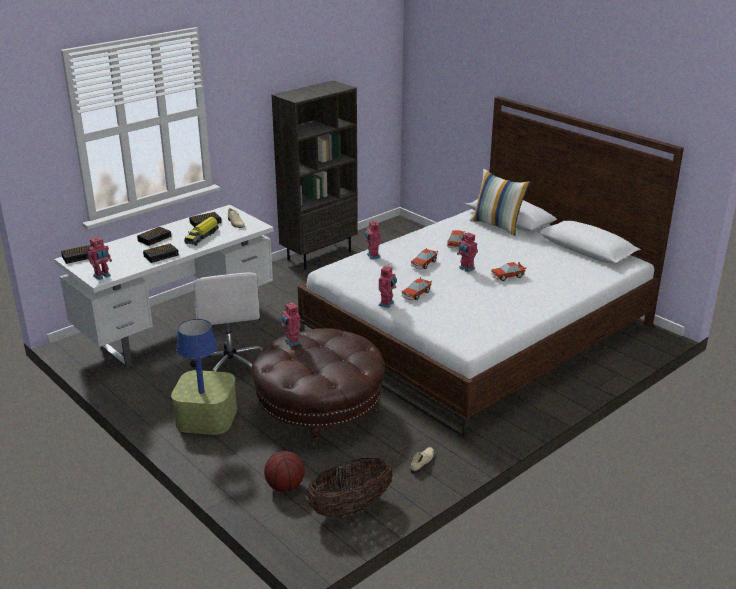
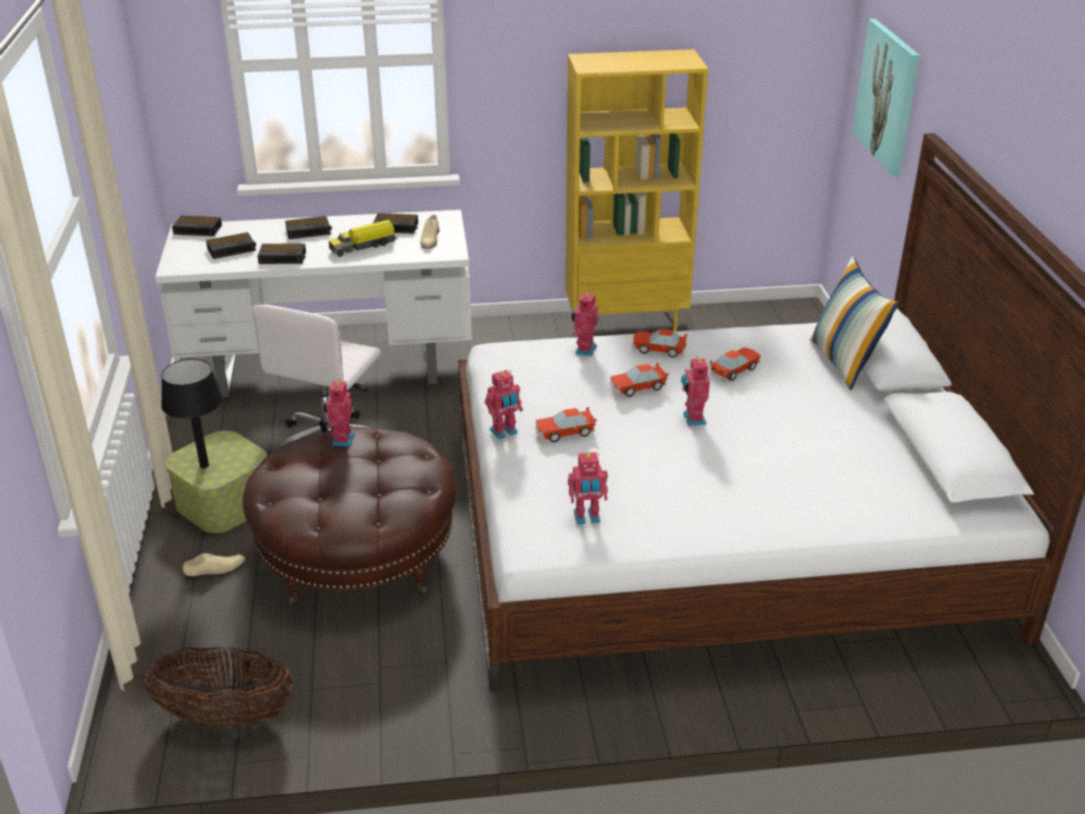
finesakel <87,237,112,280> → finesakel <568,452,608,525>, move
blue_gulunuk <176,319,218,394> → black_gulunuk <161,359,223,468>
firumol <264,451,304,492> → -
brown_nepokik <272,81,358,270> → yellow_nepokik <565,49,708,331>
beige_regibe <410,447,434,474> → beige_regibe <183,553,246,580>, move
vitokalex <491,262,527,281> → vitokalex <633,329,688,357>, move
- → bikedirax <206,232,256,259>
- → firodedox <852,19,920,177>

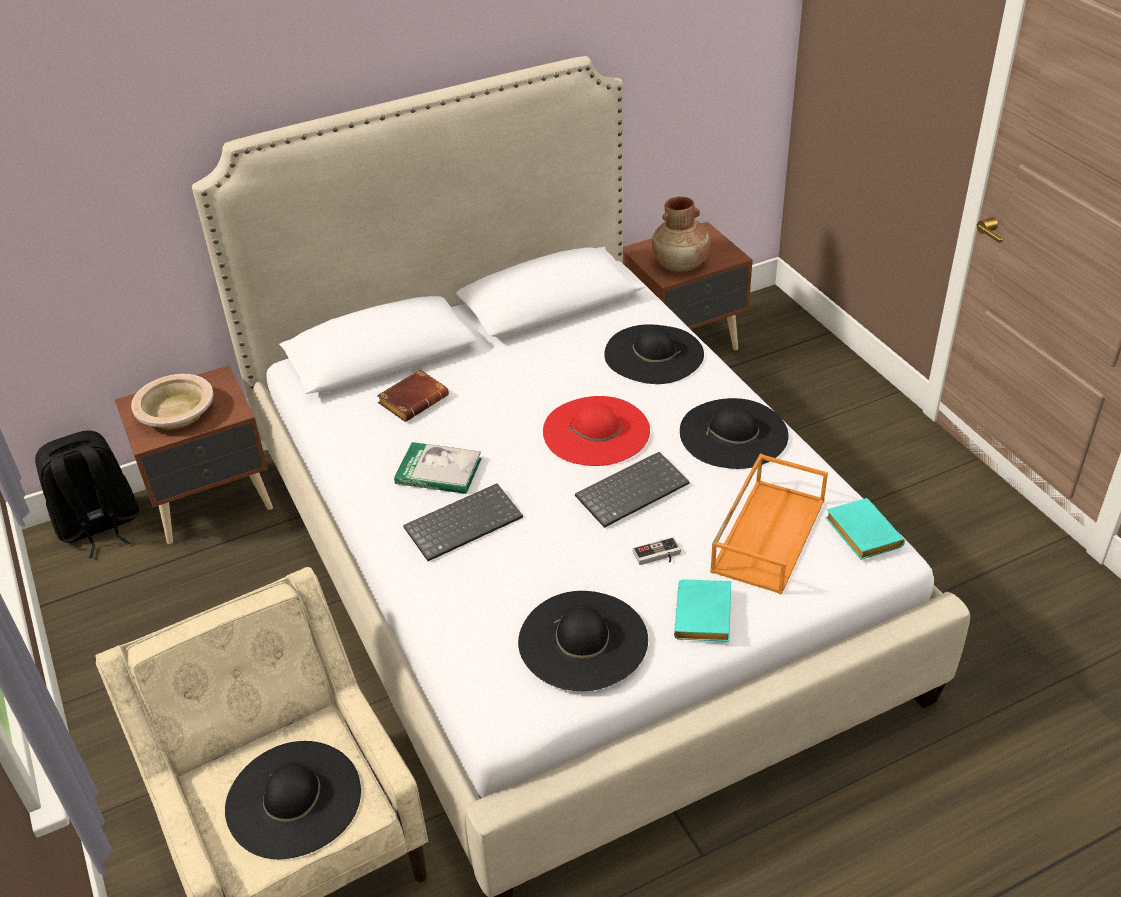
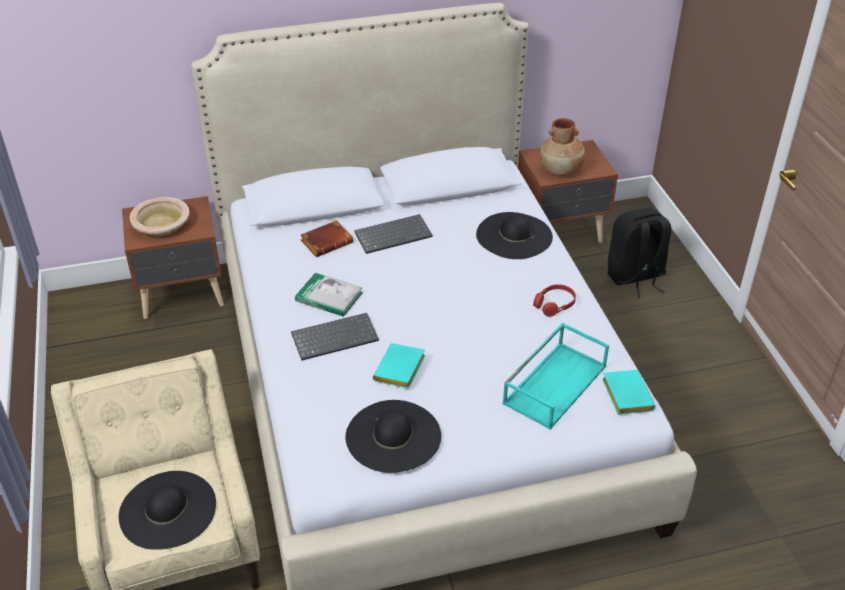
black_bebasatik <35,430,139,558> → black_bebasatik <607,208,671,298>, move
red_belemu <543,396,650,466> → -
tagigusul <575,452,690,528> → tagigusul <354,214,433,254>, move
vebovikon <633,537,681,565> → -
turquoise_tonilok <674,579,731,642> → turquoise_tonilok <373,343,425,389>, move
black_belemu <680,398,789,469> → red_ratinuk <533,284,576,317>
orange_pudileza <710,454,828,595> → turquoise_pudileza <503,323,609,429>

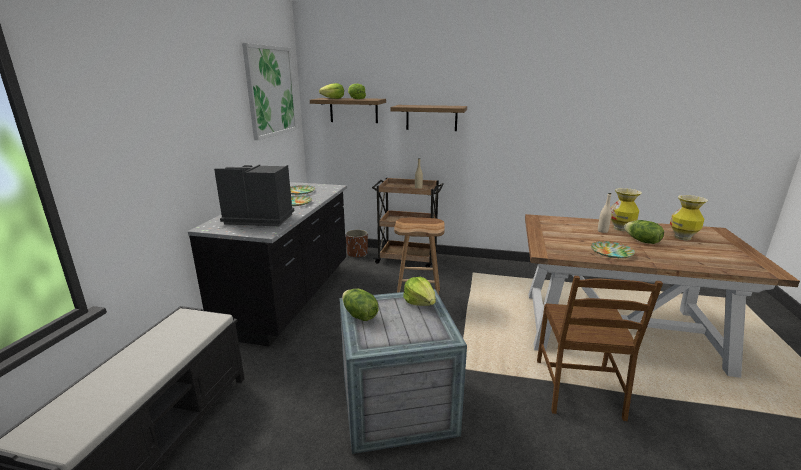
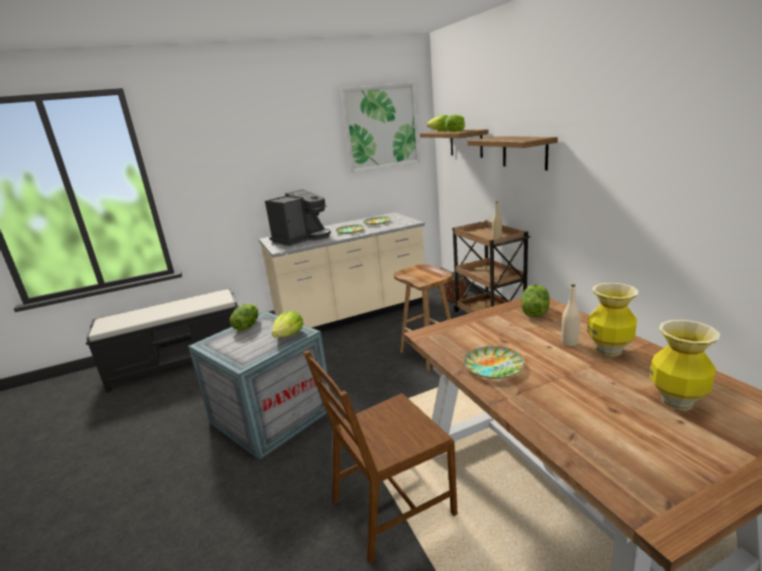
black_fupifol <188,182,347,347> → beige_fupifol <259,212,425,331>
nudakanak <214,165,294,226> → nudakanak <265,189,331,246>, 75 degrees clockwise
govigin <624,220,664,244> → govigin <521,285,550,317>, move

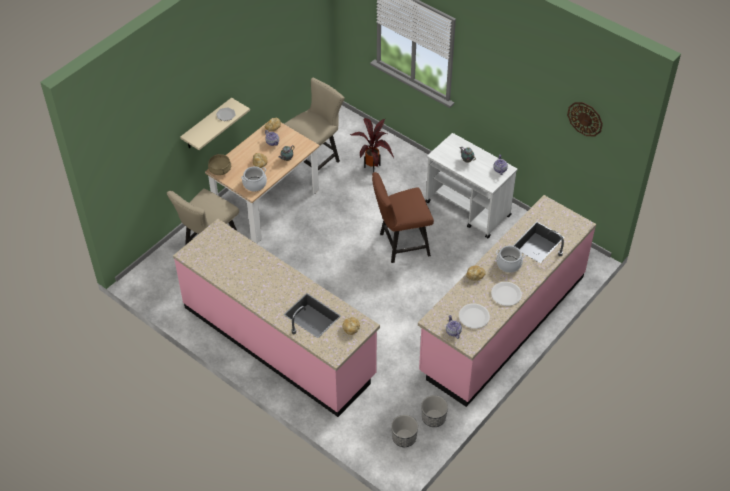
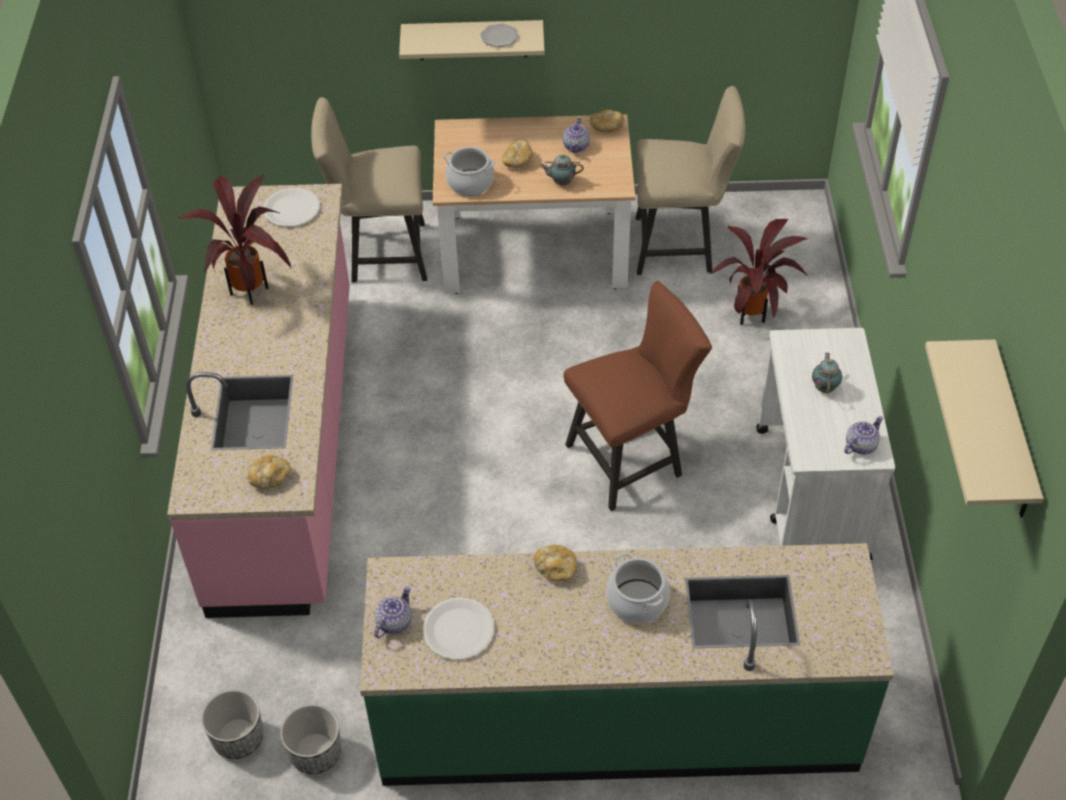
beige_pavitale <208,154,231,175> → -
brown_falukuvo <372,172,434,263> → brown_falukuvo <564,281,712,511>, 120 degrees clockwise
pink_fupifol <418,195,596,407> → green_fupifol <360,543,894,786>
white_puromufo <491,282,522,306> → white_puromufo <263,188,320,227>, move
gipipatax <567,102,603,136> → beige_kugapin <925,340,1043,517>
- → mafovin <179,175,291,305>

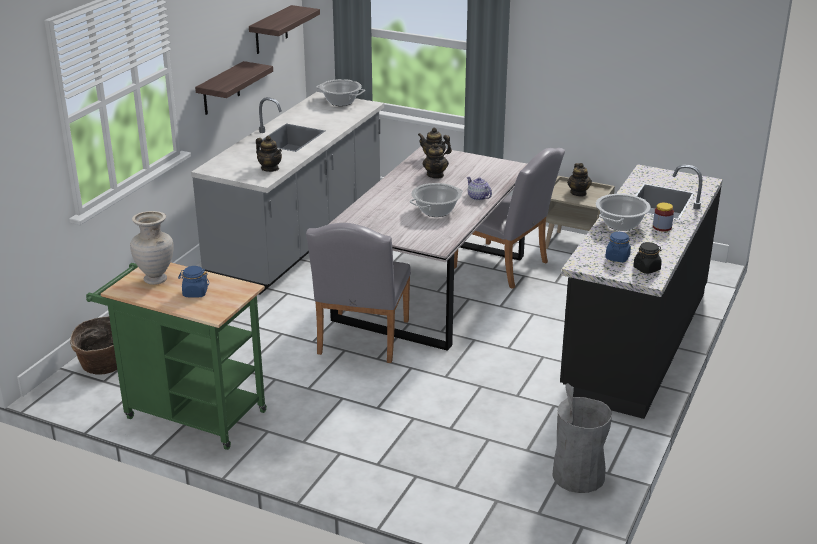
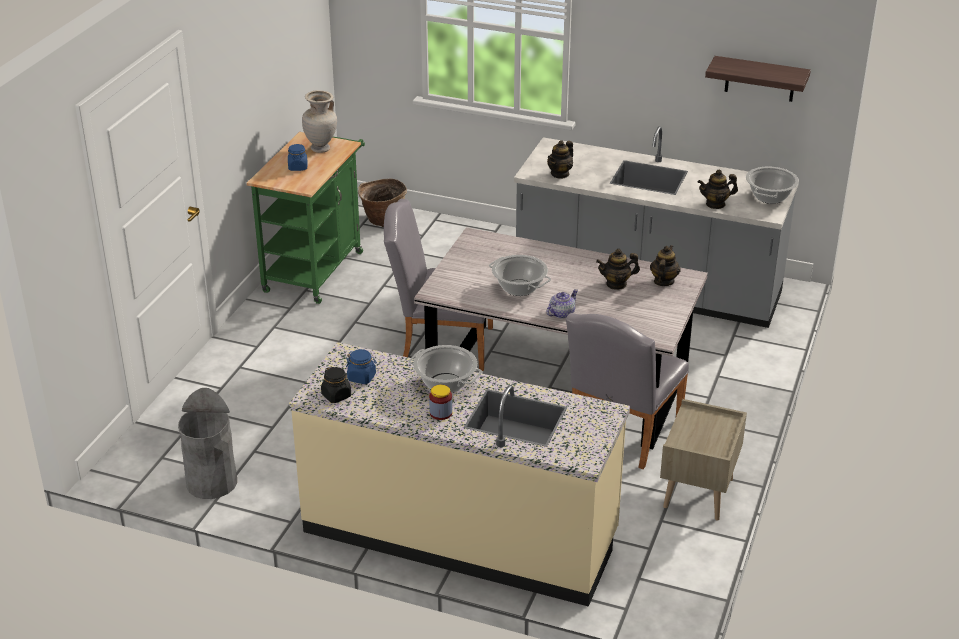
kugapin <195,61,273,115> → -
black_fupifol <560,164,723,419> → beige_fupifol <289,342,630,607>
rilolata <567,163,592,196> → rilolata <698,170,738,209>, move

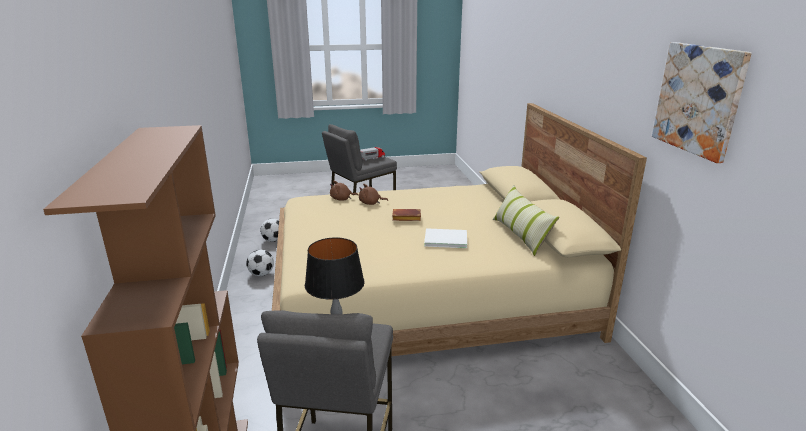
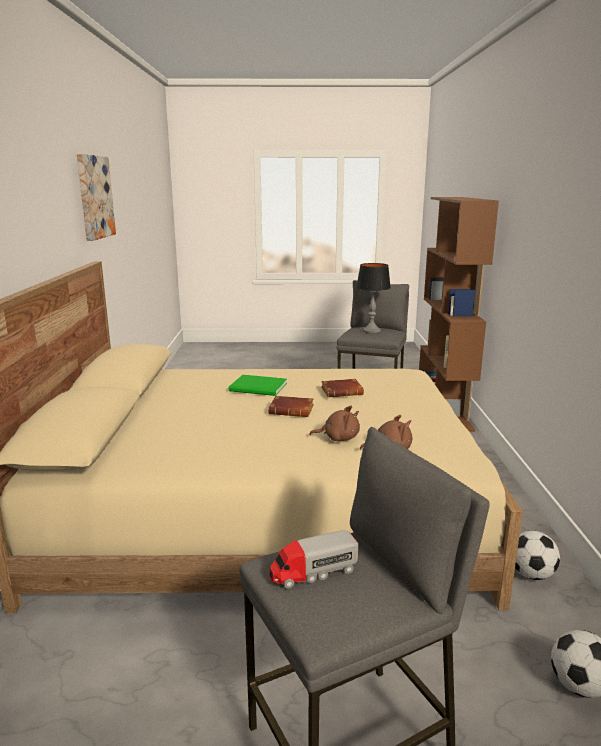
white_tonilok <424,228,467,248> → green_tonilok <229,375,287,396>
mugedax <493,185,559,256> → -
- → brown_tonilok <321,379,364,397>

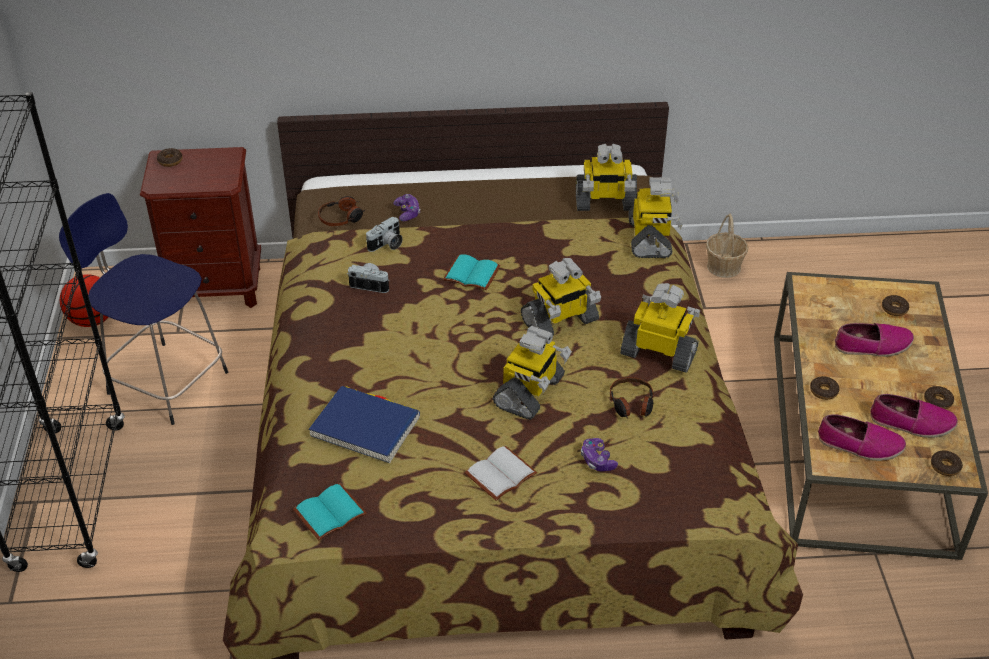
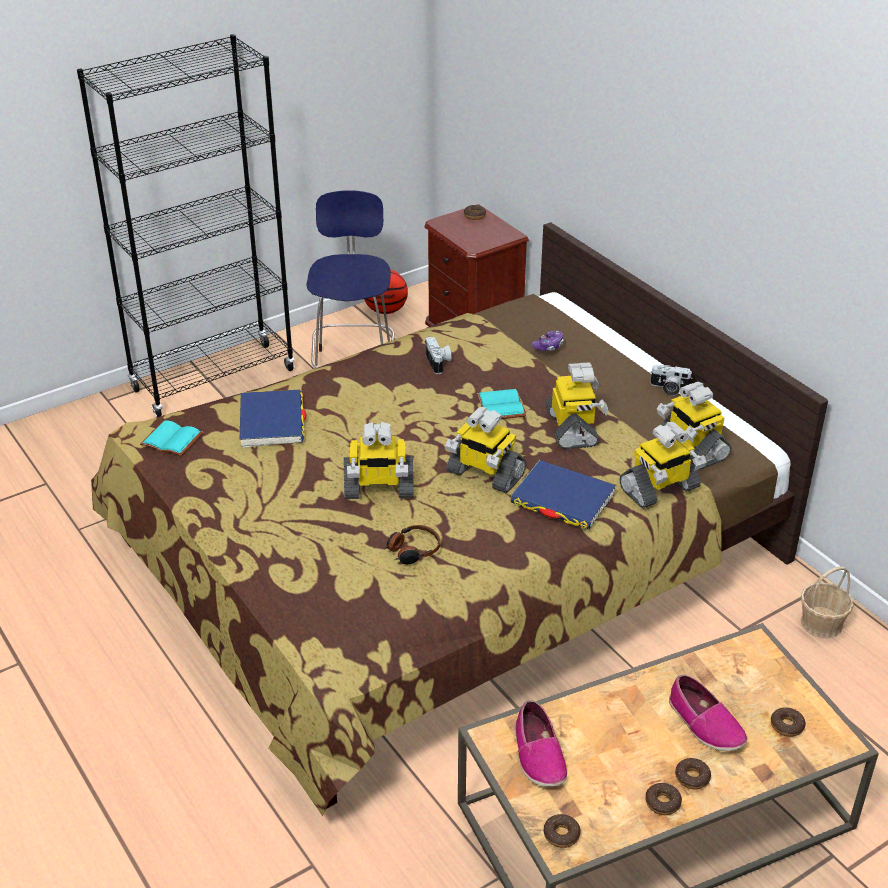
ratinuk <318,196,365,226> → -
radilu <366,216,403,252> → radilu <650,365,693,396>, move
white_tonilok <465,446,537,501> → -
vebovikon <581,438,618,471> → -
finesakel <620,283,700,373> → finesakel <546,363,609,449>, move
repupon <810,376,839,400> → repupon <675,758,711,789>, move
regibe <870,394,958,438> → -
- → blue_tonilok <511,460,616,529>

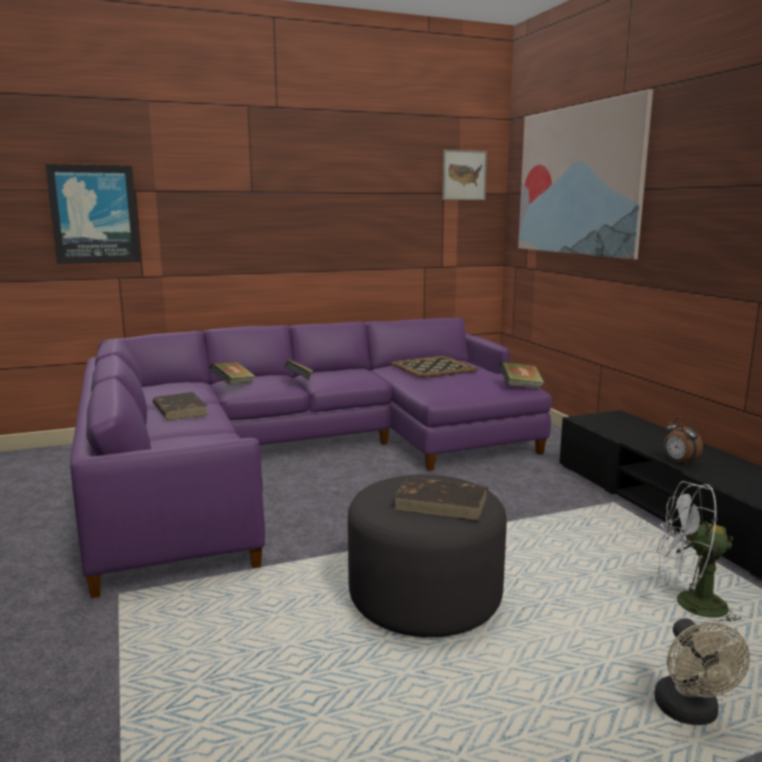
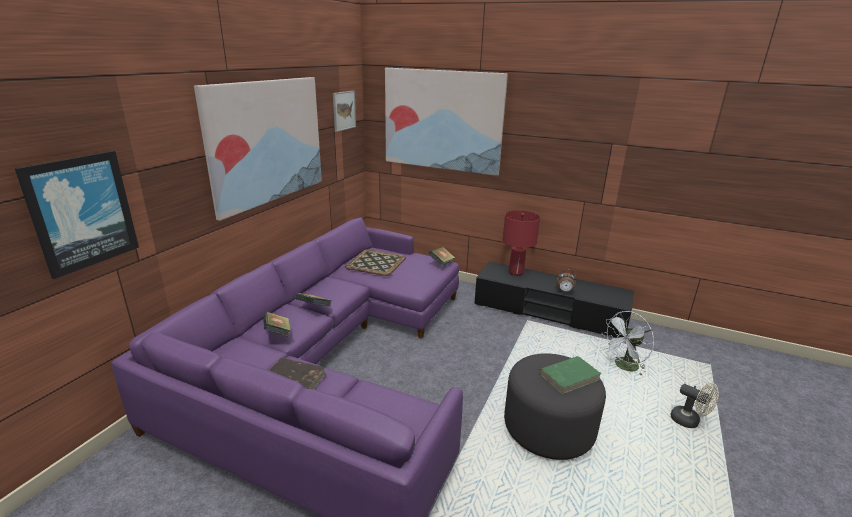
brown_tonilok <394,477,488,521> → green_tonilok <539,356,601,394>
- → firodedox <194,77,322,221>
- → red_gulunuk <503,210,540,276>

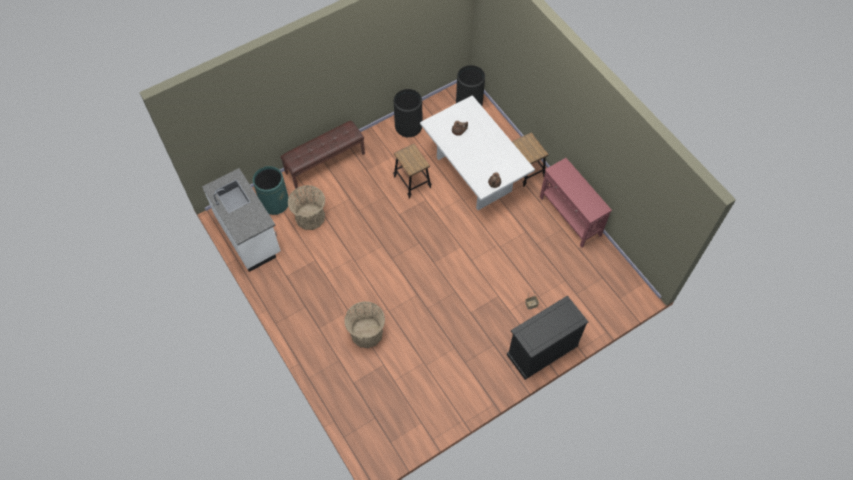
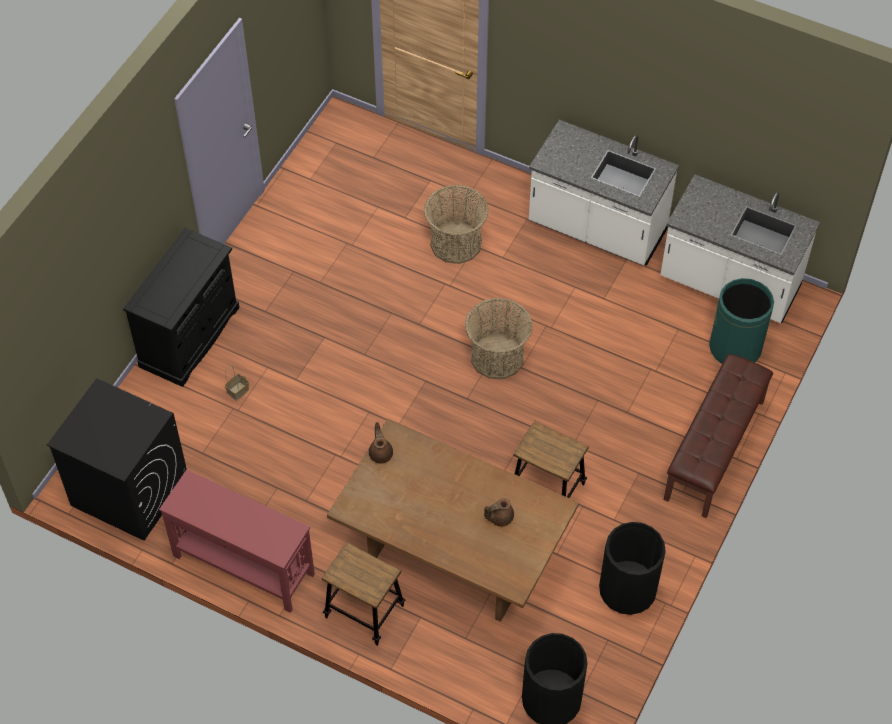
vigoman <288,185,325,230> → vigoman <465,298,533,379>, move
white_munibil <420,95,535,210> → brown_munibil <327,419,579,622>
- → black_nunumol <47,378,187,541>
- → white_fupifol <529,120,679,266>

